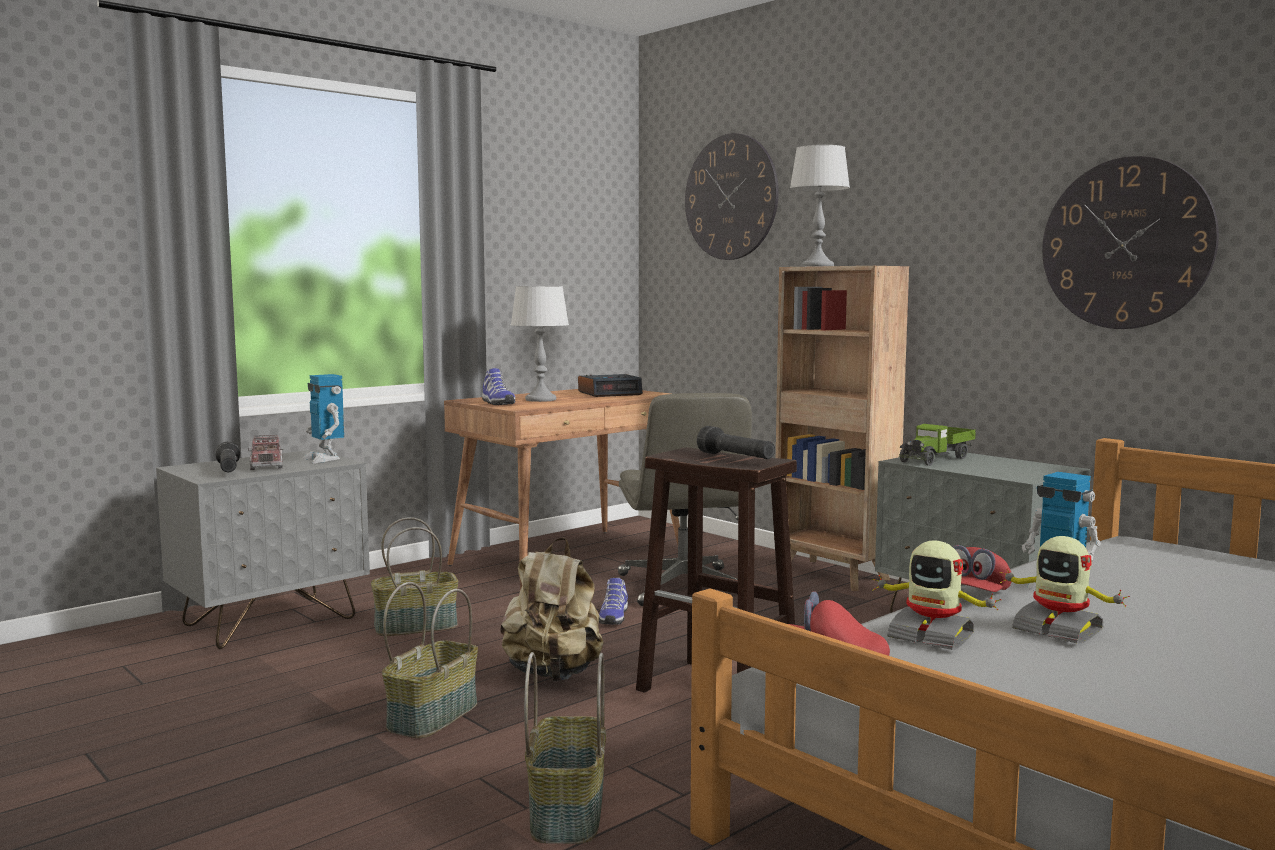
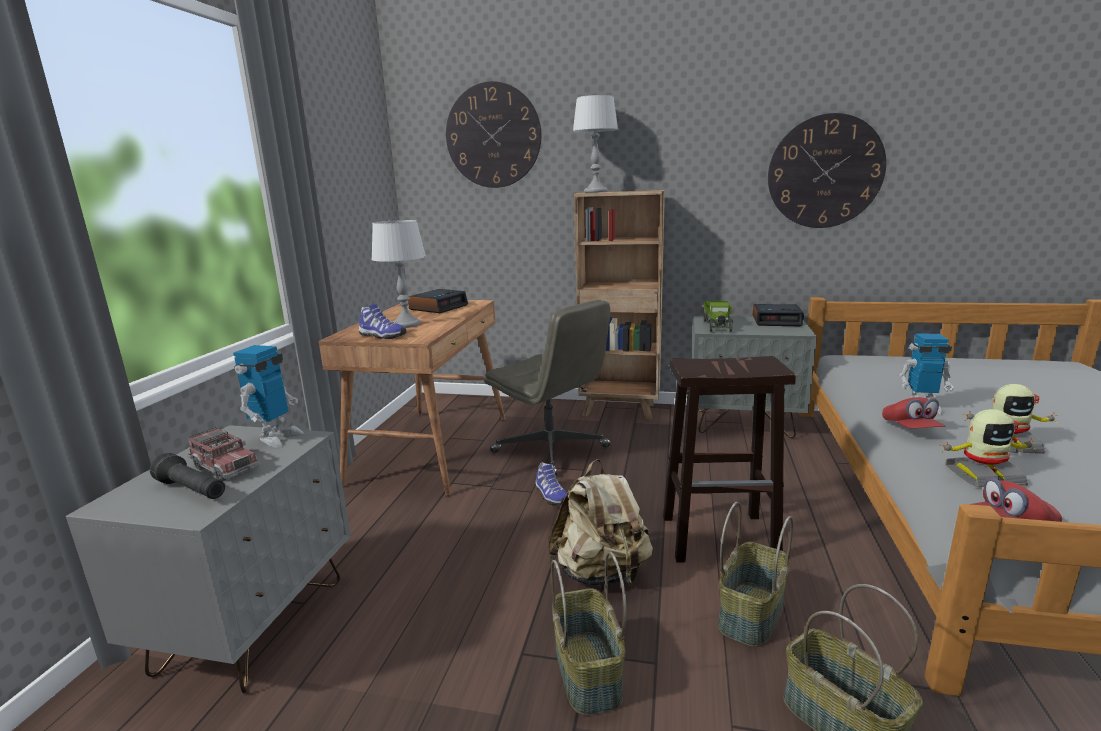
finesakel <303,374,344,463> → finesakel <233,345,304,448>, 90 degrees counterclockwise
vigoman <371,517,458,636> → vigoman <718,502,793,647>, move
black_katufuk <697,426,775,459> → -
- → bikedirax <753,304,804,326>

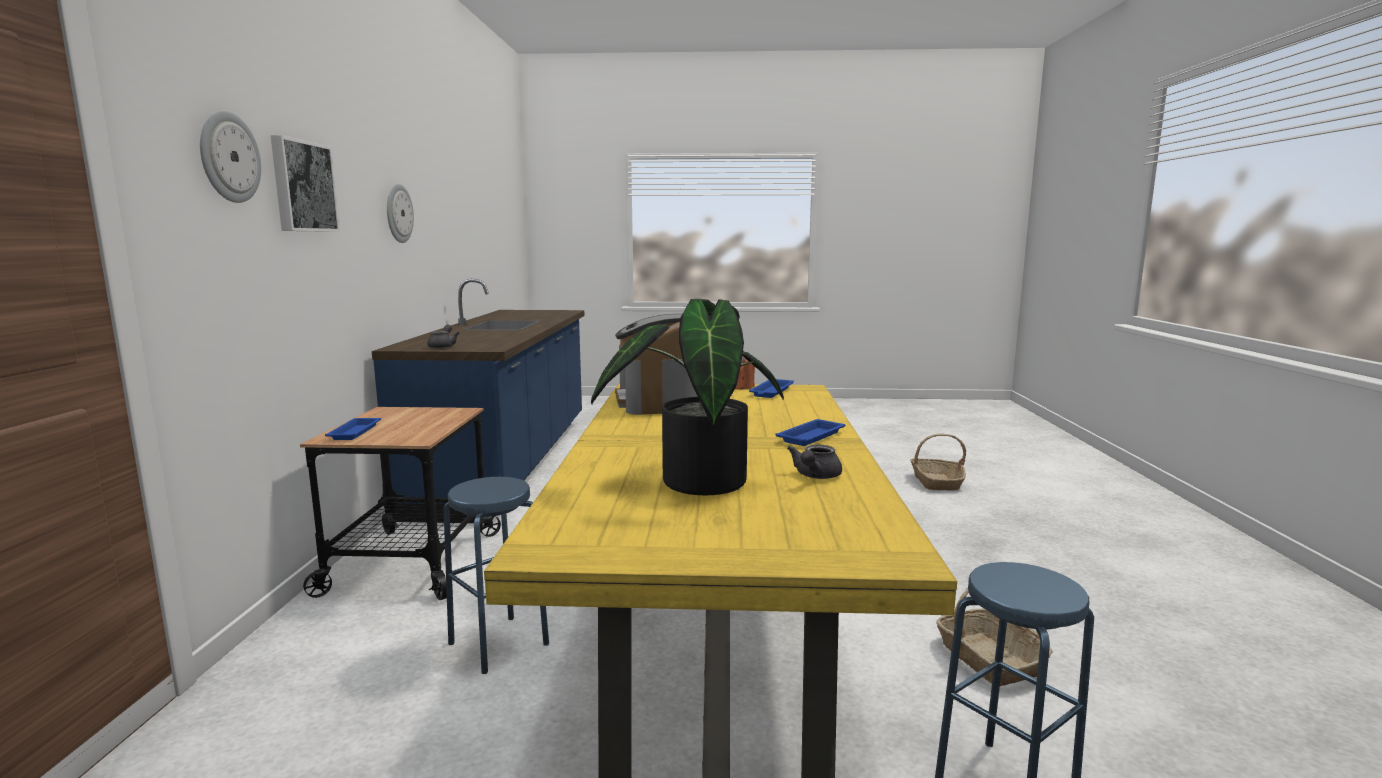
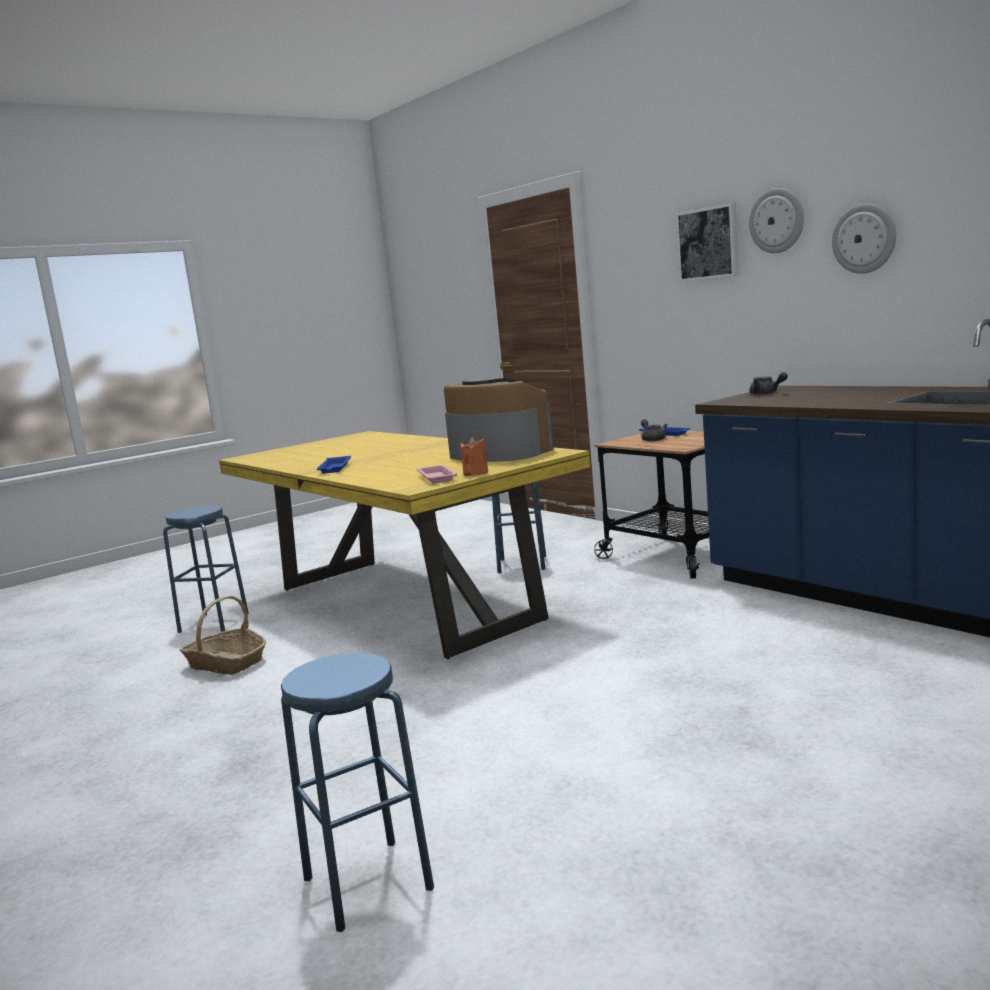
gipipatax <200,111,261,203> → gipipatax <749,188,804,253>, move
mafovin <591,299,784,495> → -
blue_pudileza <749,379,794,398> → pink_pudileza <417,465,457,483>
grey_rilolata <787,444,842,479> → grey_rilolata <641,419,668,442>, move
vigoman <910,433,966,491> → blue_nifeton <281,653,434,932>

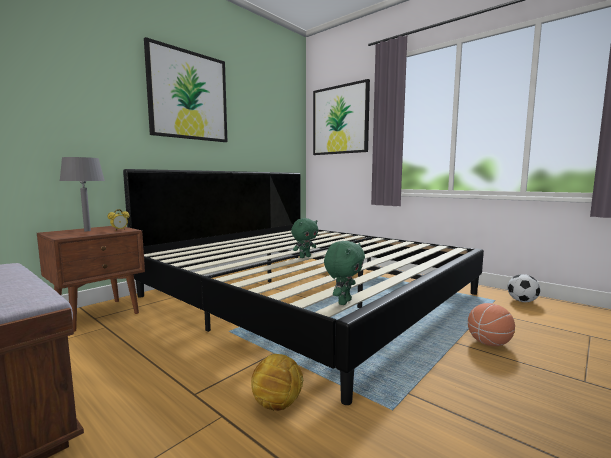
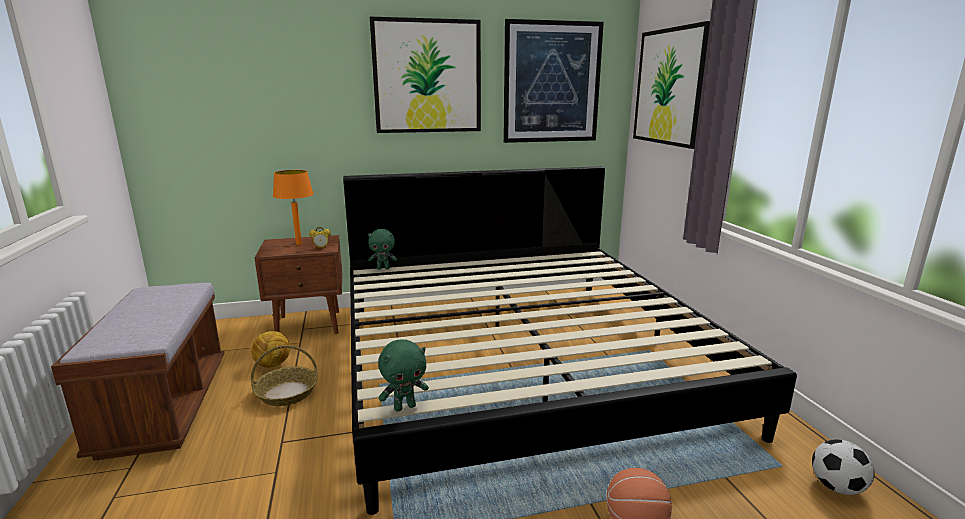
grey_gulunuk <60,157,105,231> → orange_gulunuk <273,170,314,245>
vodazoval <251,354,304,411> → vodazoval <252,331,290,368>, move
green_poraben <291,218,318,258> → green_poraben <368,229,397,270>, move
- → vigoman <251,345,318,406>
- → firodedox <503,19,604,143>

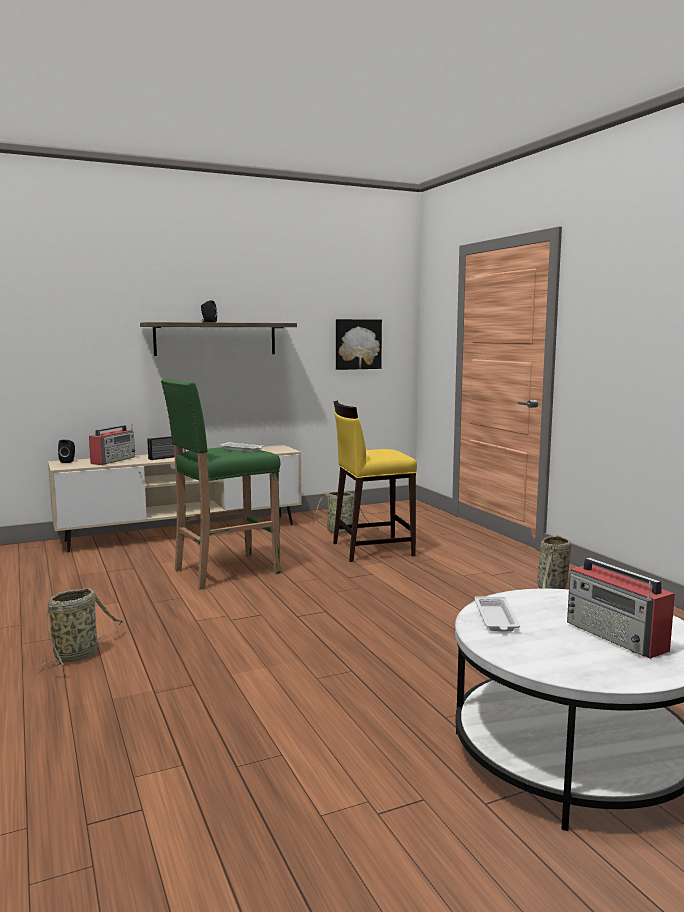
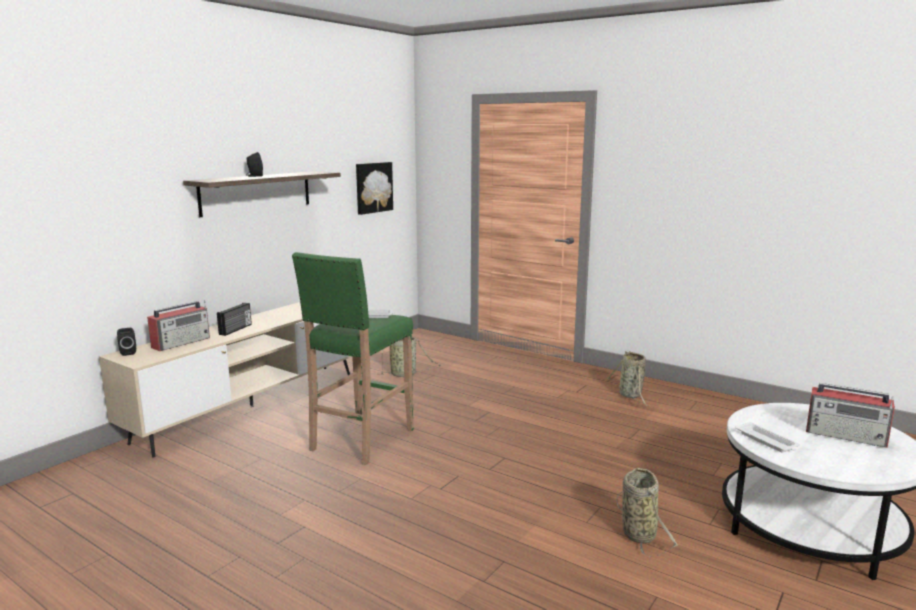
vigoman <37,588,124,669> → vigoman <616,468,678,557>, move
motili <89,424,136,465> → motili <147,300,210,351>, 45 degrees clockwise
yellow_nifeton <333,401,417,562> → -

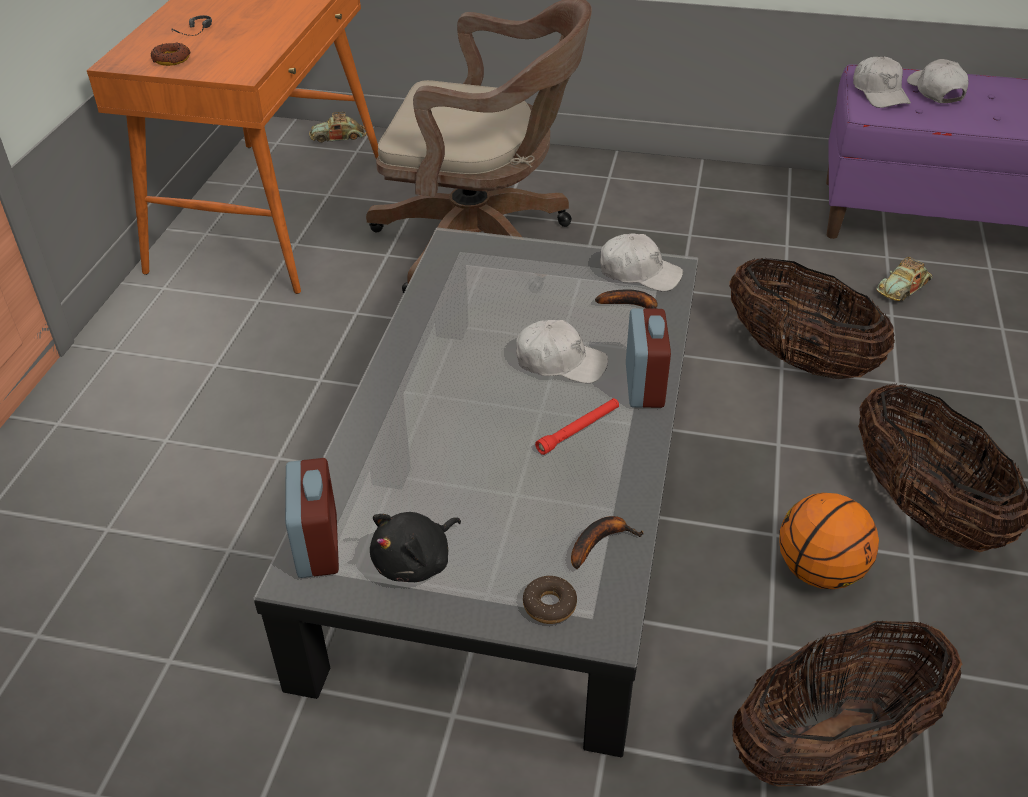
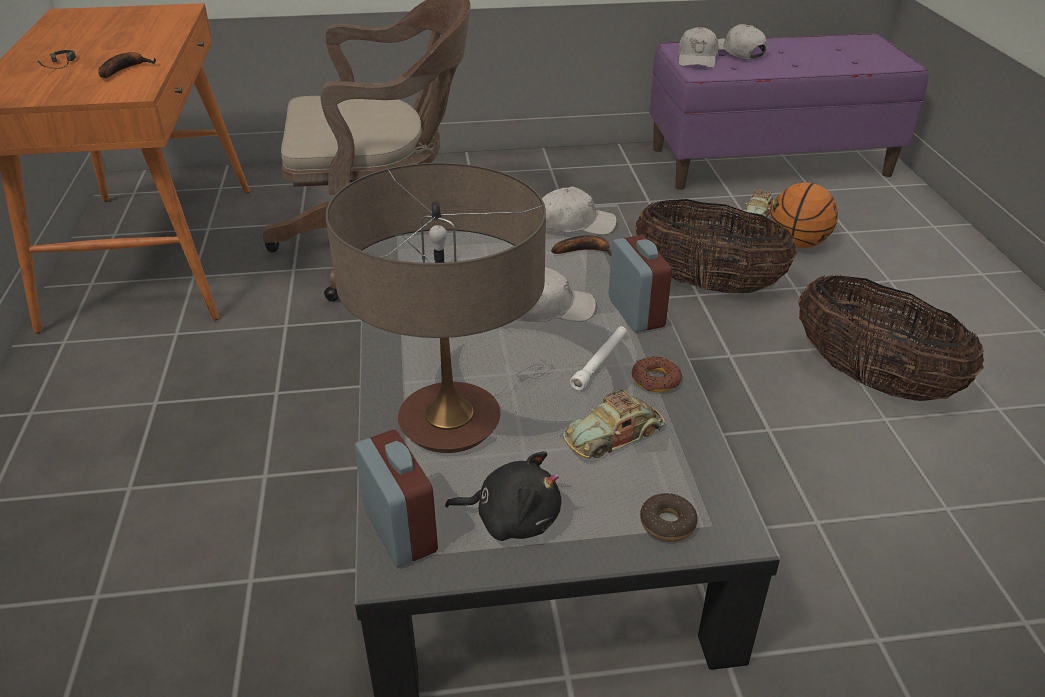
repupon <151,43,190,66> → repupon <632,356,682,392>, move
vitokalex <309,112,367,143> → vitokalex <563,390,665,459>, move
black_poraben <370,512,461,582> → black_poraben <445,451,562,541>, 105 degrees counterclockwise
red_katufuk <535,398,619,455> → white_katufuk <570,326,627,390>
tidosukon <571,516,644,569> → tidosukon <98,52,156,78>, move
vigoman <732,621,962,786> → -
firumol <779,493,879,589> → firumol <771,183,838,248>, move
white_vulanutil <853,56,911,108> → white_vulanutil <678,27,719,68>, 45 degrees clockwise
- → gulunuk <326,163,546,453>

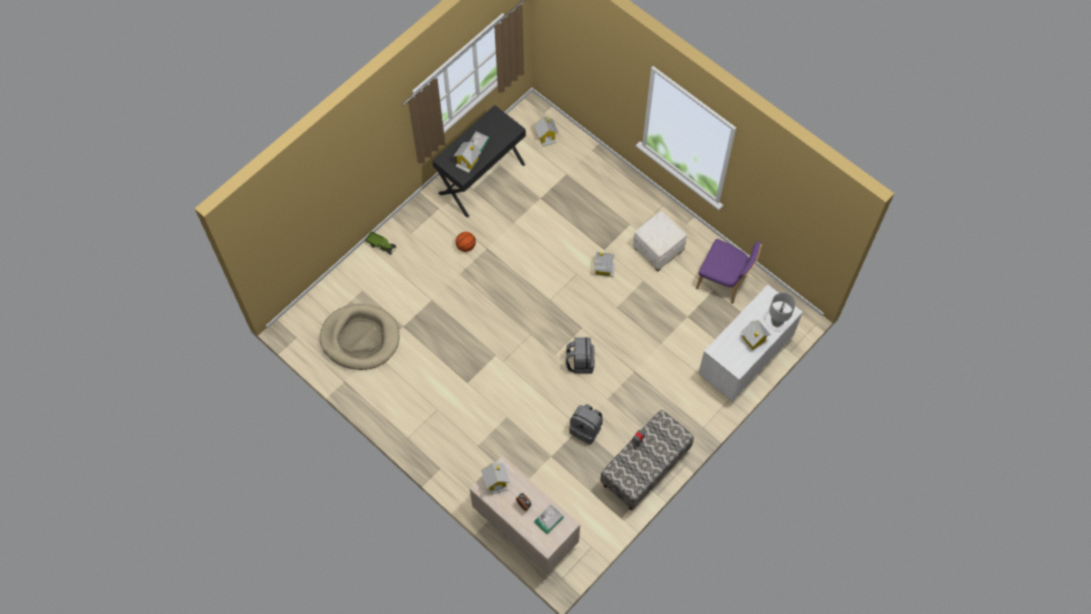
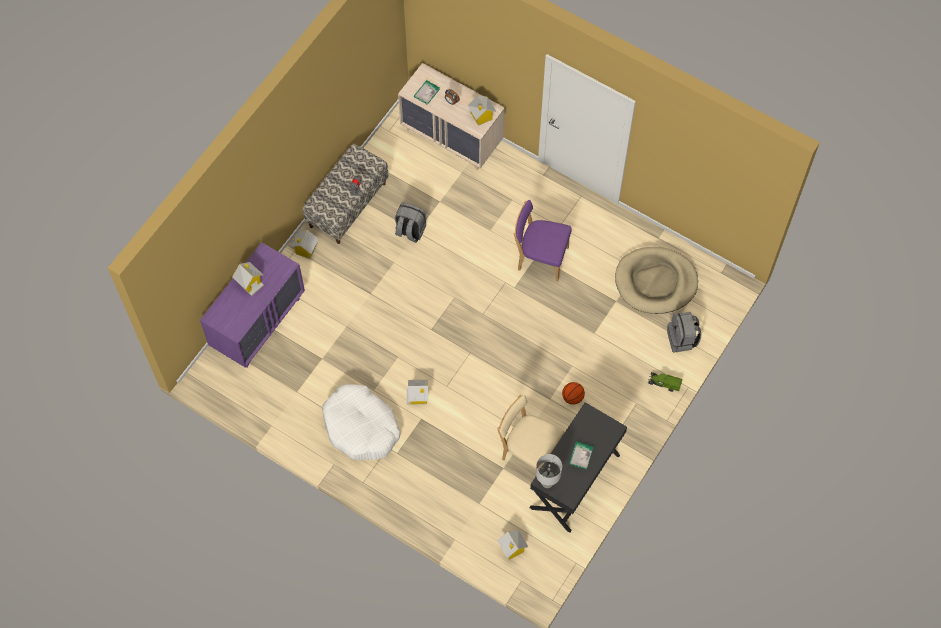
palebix <454,141,481,173> → palebix <291,230,319,259>, move
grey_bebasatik <566,337,595,374> → grey_bebasatik <667,312,701,353>, move
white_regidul <633,211,687,271> → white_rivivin <322,384,401,461>
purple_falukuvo <696,239,762,304> → purple_falukuvo <514,200,572,282>, move
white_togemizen <698,285,803,401> → purple_togemizen <200,242,305,368>
grey_gulunuk <769,292,796,327> → grey_gulunuk <536,454,562,488>, move
- → beige_falukuvo <497,395,564,472>

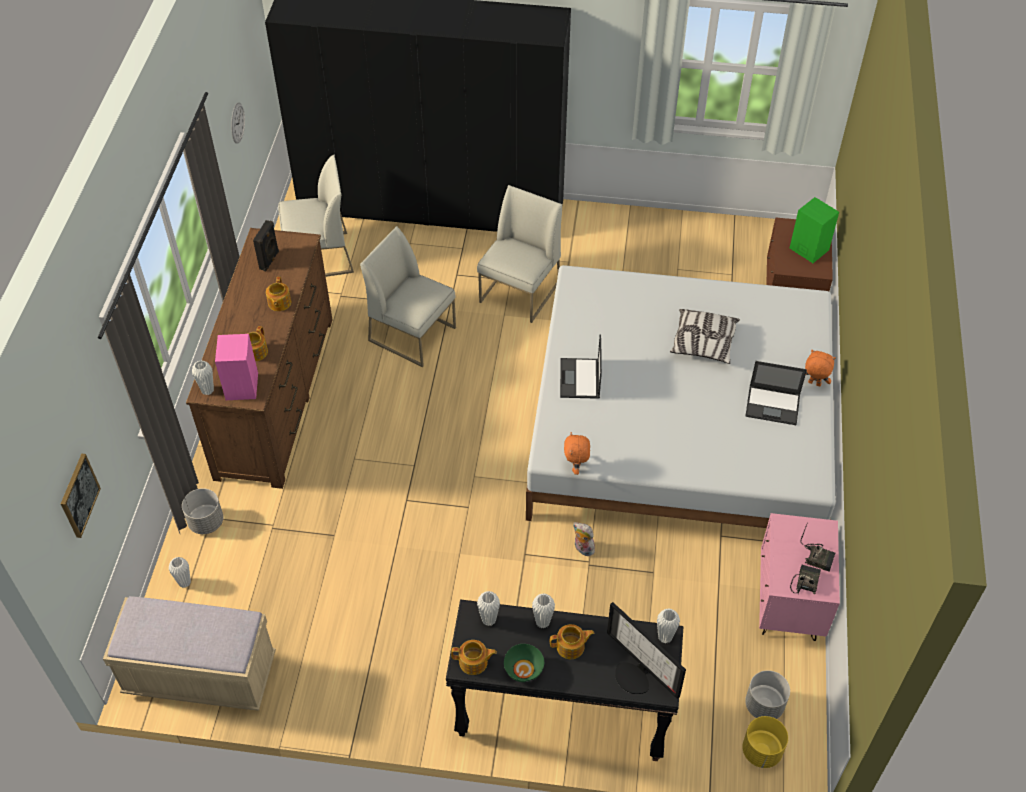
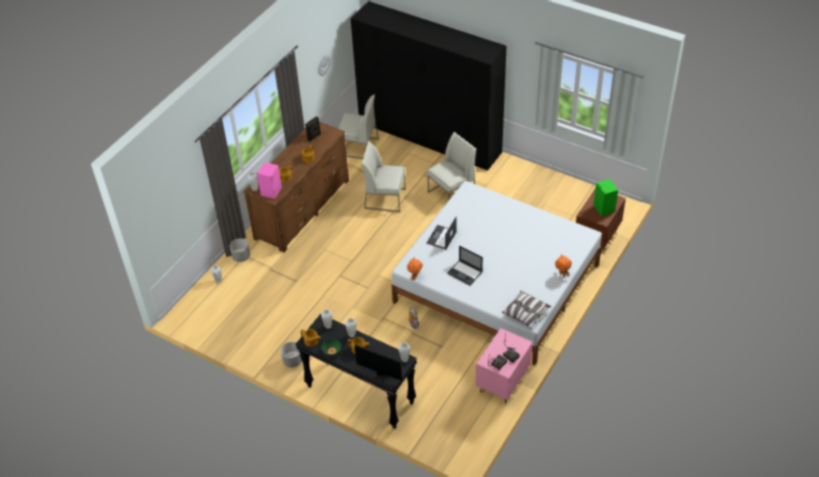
firodedox <61,454,101,538> → -
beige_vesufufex <103,596,276,711> → -
white_falukuvo <360,226,456,367> → white_falukuvo <361,141,406,212>, 45 degrees counterclockwise
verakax <607,602,686,699> → verakax <355,344,402,381>, 135 degrees clockwise
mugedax <670,309,740,364> → mugedax <502,291,551,329>, move
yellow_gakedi <742,716,788,768> → -
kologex <745,361,807,425> → kologex <447,246,483,286>, move
grey_gakedi <745,670,790,719> → grey_gakedi <281,342,302,368>, move

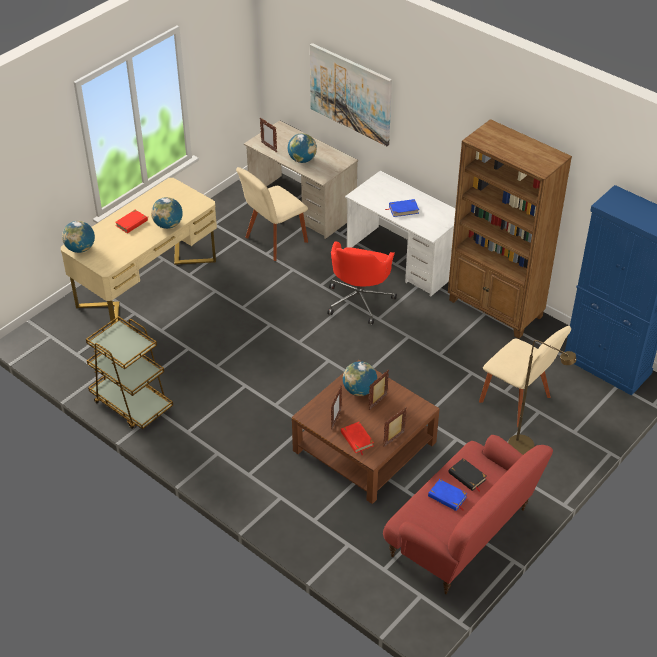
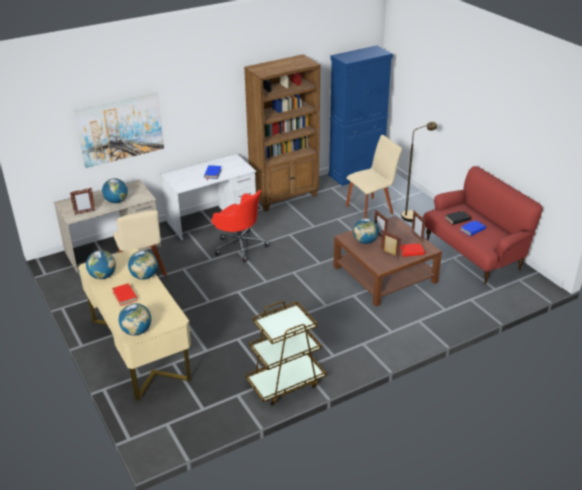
- → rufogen <86,250,116,279>

